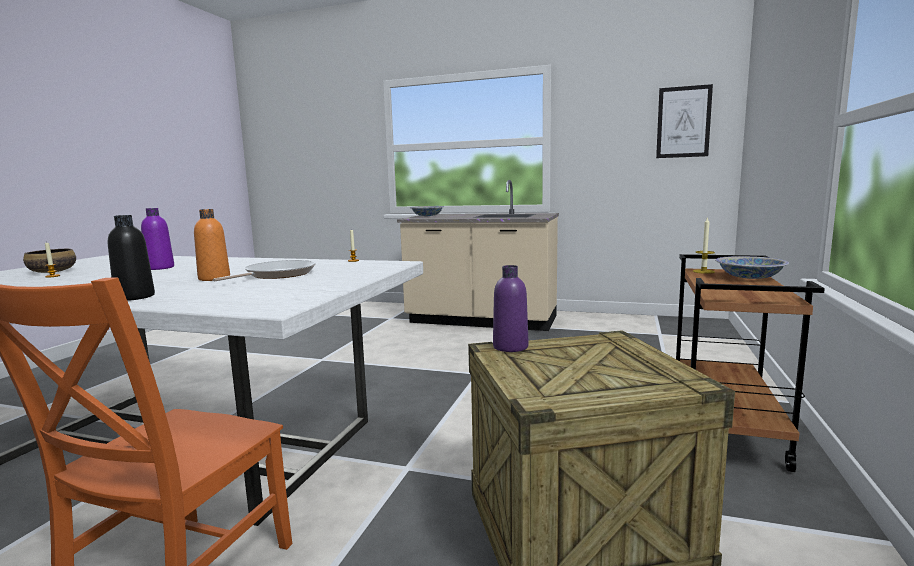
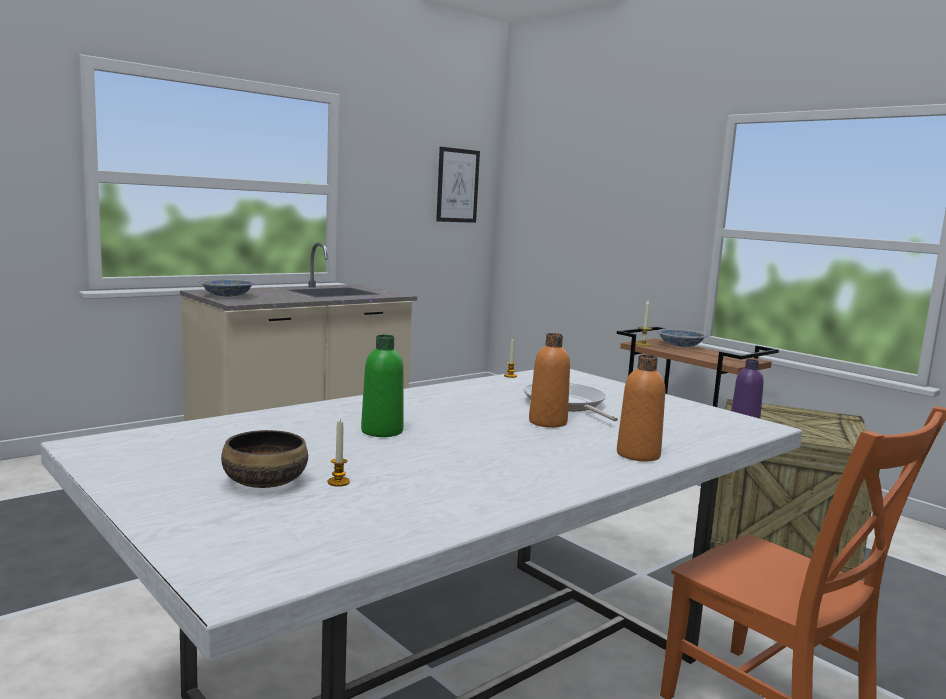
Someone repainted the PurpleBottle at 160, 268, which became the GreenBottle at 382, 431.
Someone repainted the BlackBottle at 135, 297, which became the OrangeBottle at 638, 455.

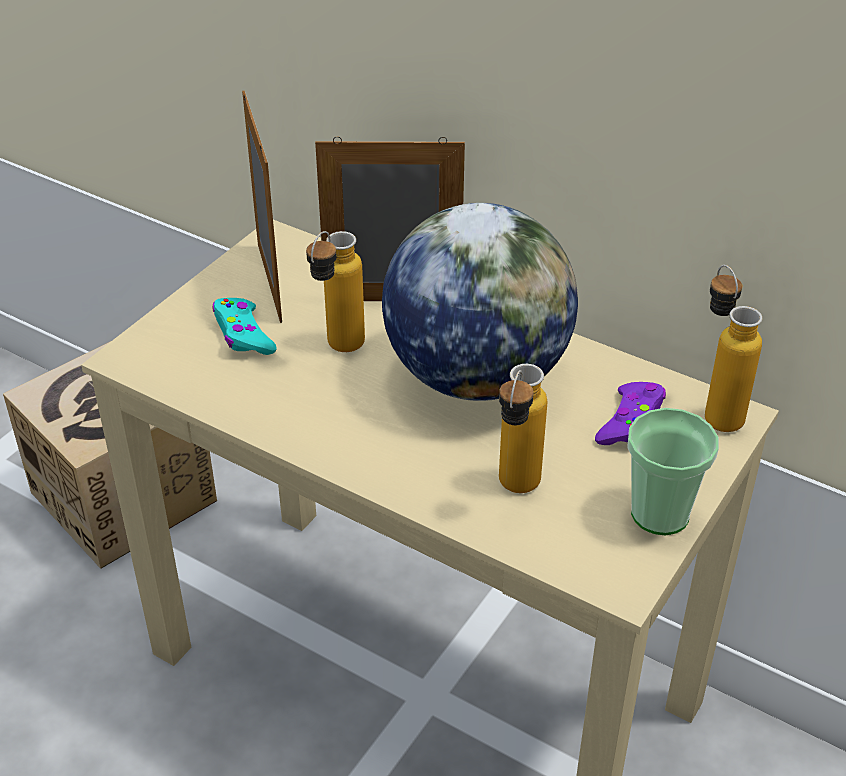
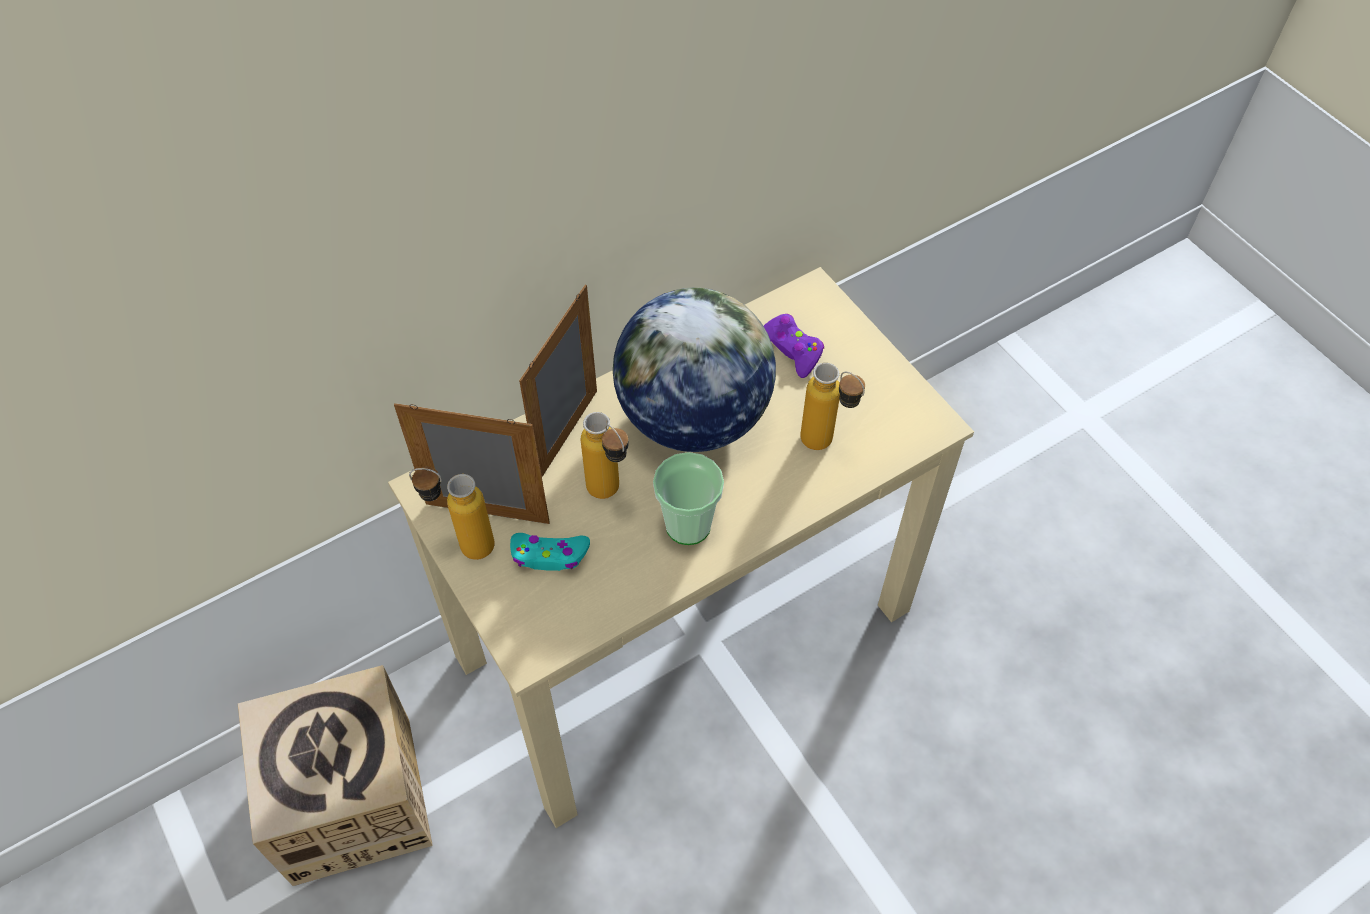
Someone carried the Bottle from 715, 410 to 463, 545.
Someone carried the Cup from 660, 514 to 688, 525.

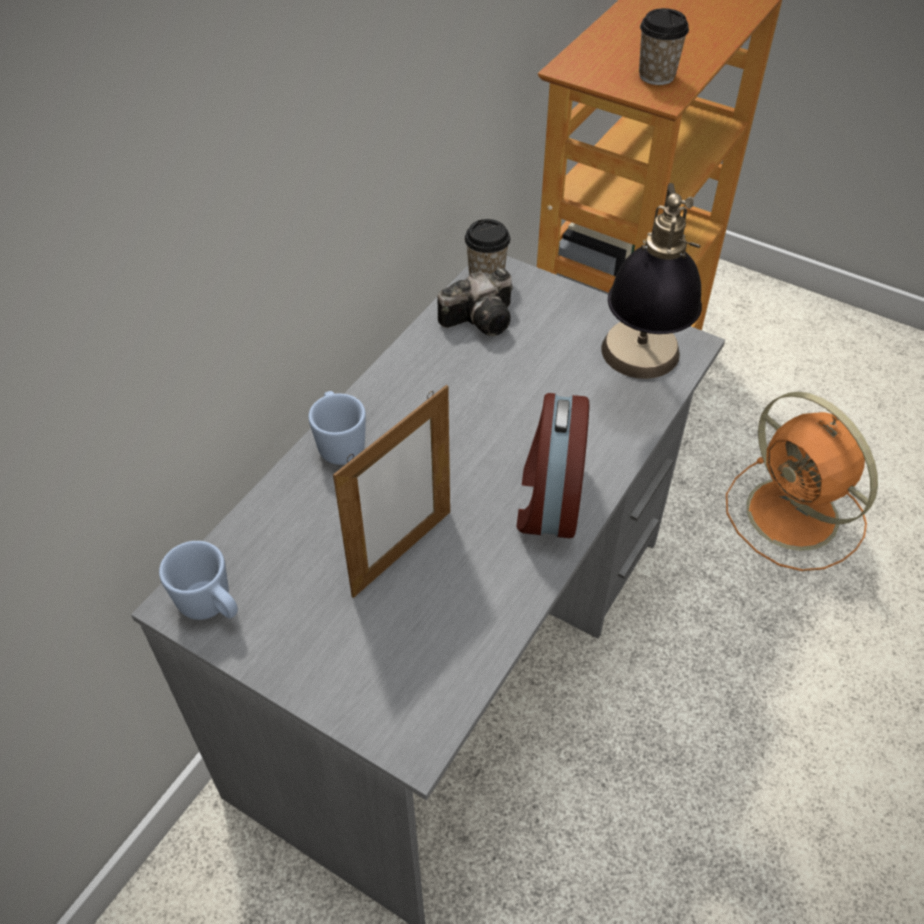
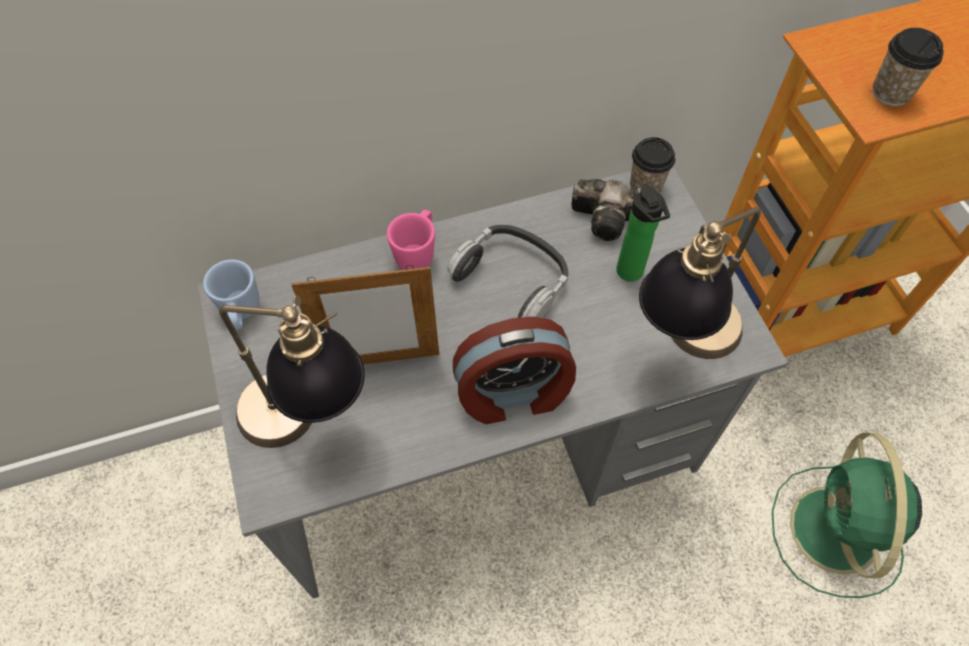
Someone repainted the BlueMug at 339, 443, which became the PinkMug at 417, 252.
Someone repainted the OrangeFan at 795, 517, which became the GreenFan at 834, 534.
Someone rotated the AlarmClock at 548, 499 by 150 degrees counterclockwise.
Someone put down the Bottle at 631, 274.
Someone put down the Headphones at 512, 279.
Someone put down the TableLamp at 308, 422.

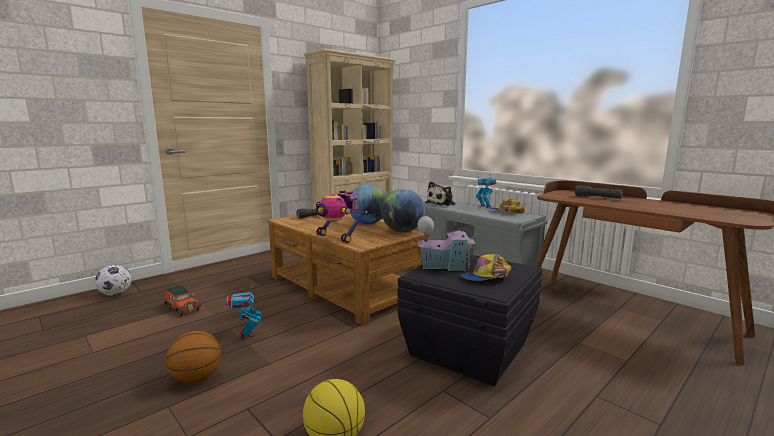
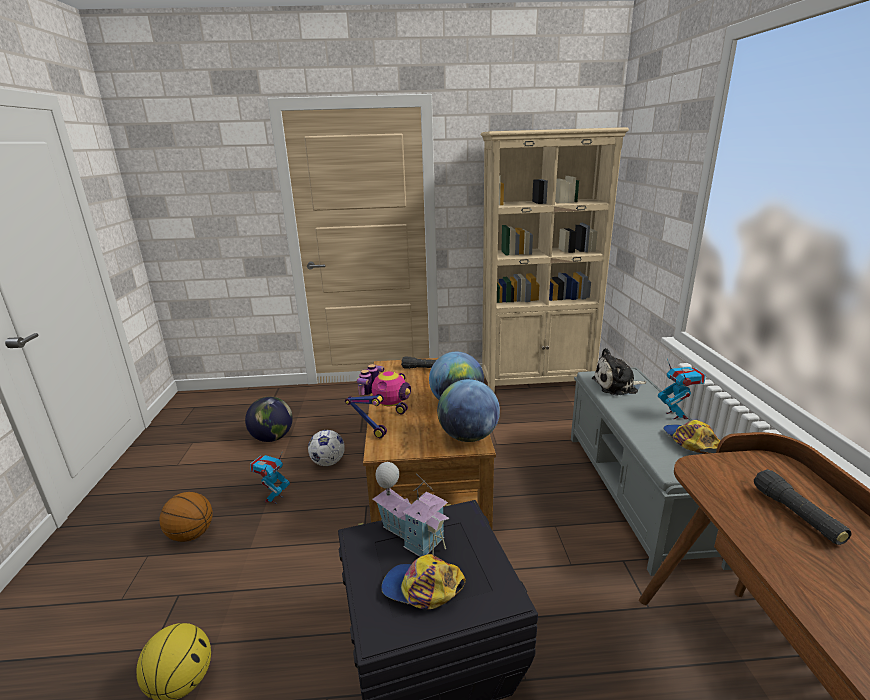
Someone rotated the ToyRobot at 338, 237 by 150 degrees counterclockwise.
Someone carried the Football from 115, 294 to 328, 462.
Someone swapped the ToyCar at 182, 308 for the Globe at 273, 438.

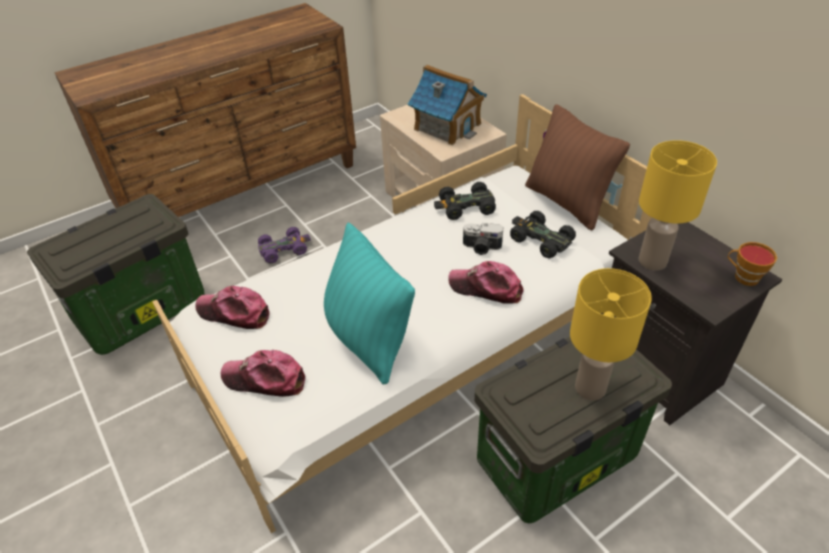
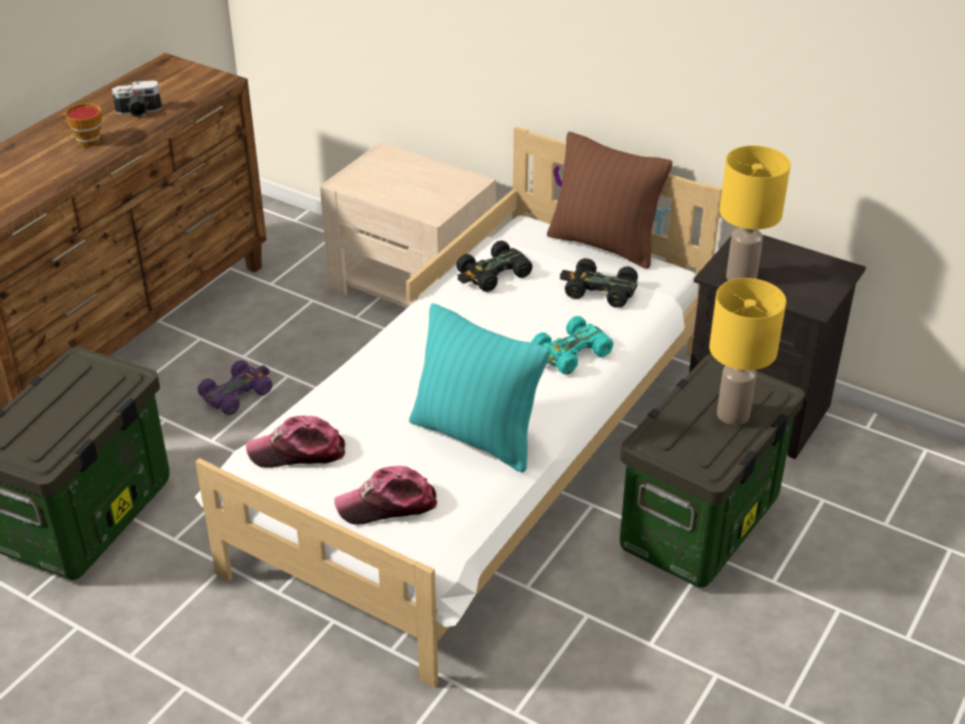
Someone took away the ToyHouse at 447, 126.
Someone carried the PhotoCamera from 481, 248 to 139, 112.
Someone carried the Cup from 743, 277 to 85, 141.
Someone swapped the Cap at 486, 288 for the TurquoiseToyCar at 570, 354.

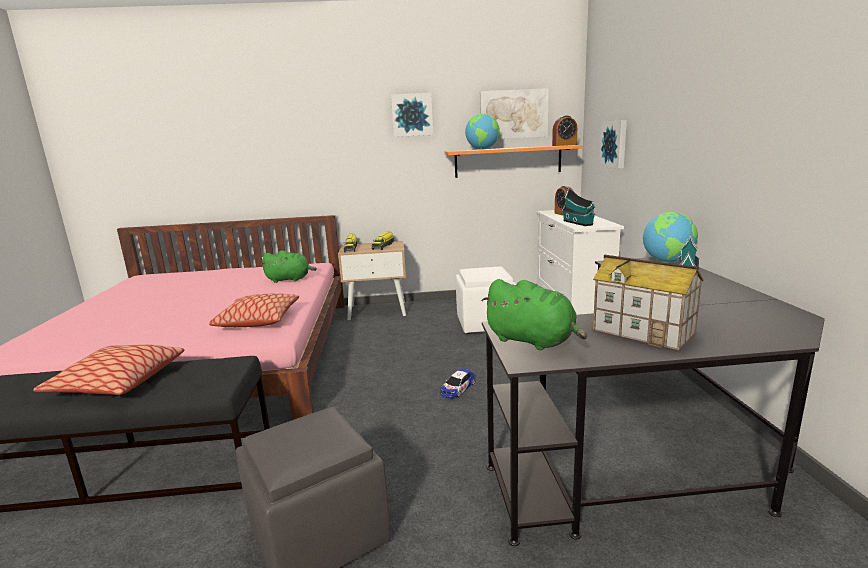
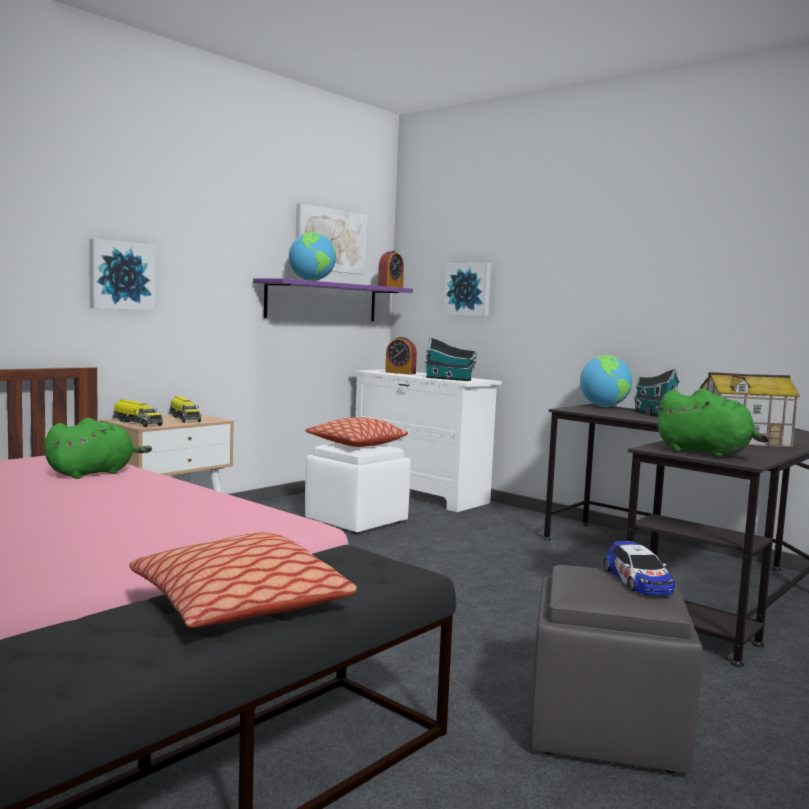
Someone carried the Picture from 412, 115 to 121, 275.
Someone repainted the OrangeShelf at 508, 161, which became the PurpleShelf at 322, 301.
Someone rotated the GreenPlushToy at 533, 341 by 45 degrees clockwise.
Someone carried the Pillow from 258, 320 to 356, 444.
Someone carried the ToyCar from 457, 388 to 638, 580.

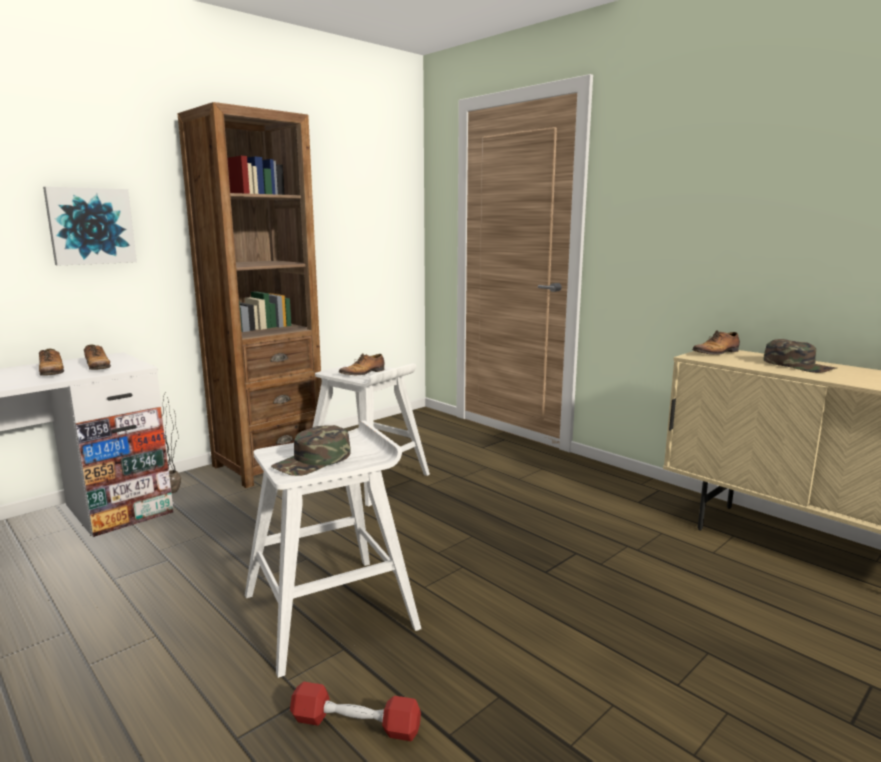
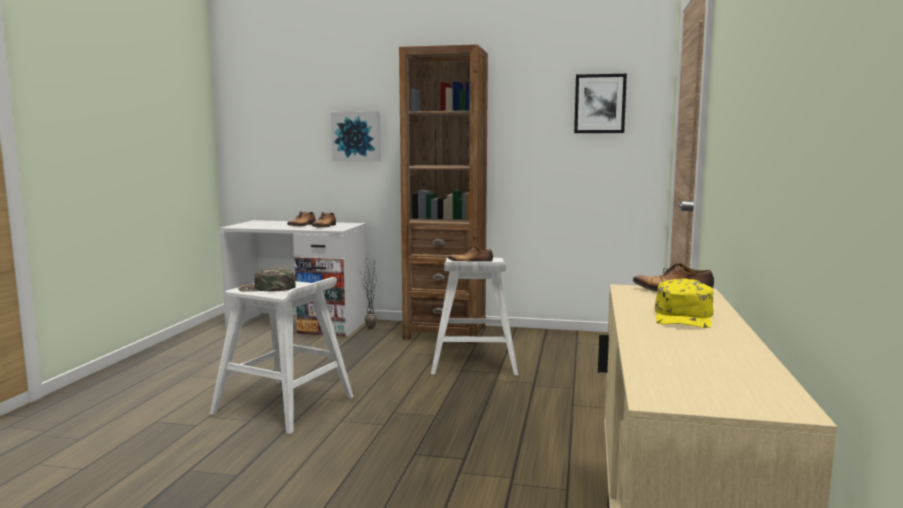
Someone repainted the GreenCap at 798, 365, which became the YellowCap at 684, 317.
Someone took away the RedDumbbell at 356, 724.
Someone put up the Picture at 600, 104.

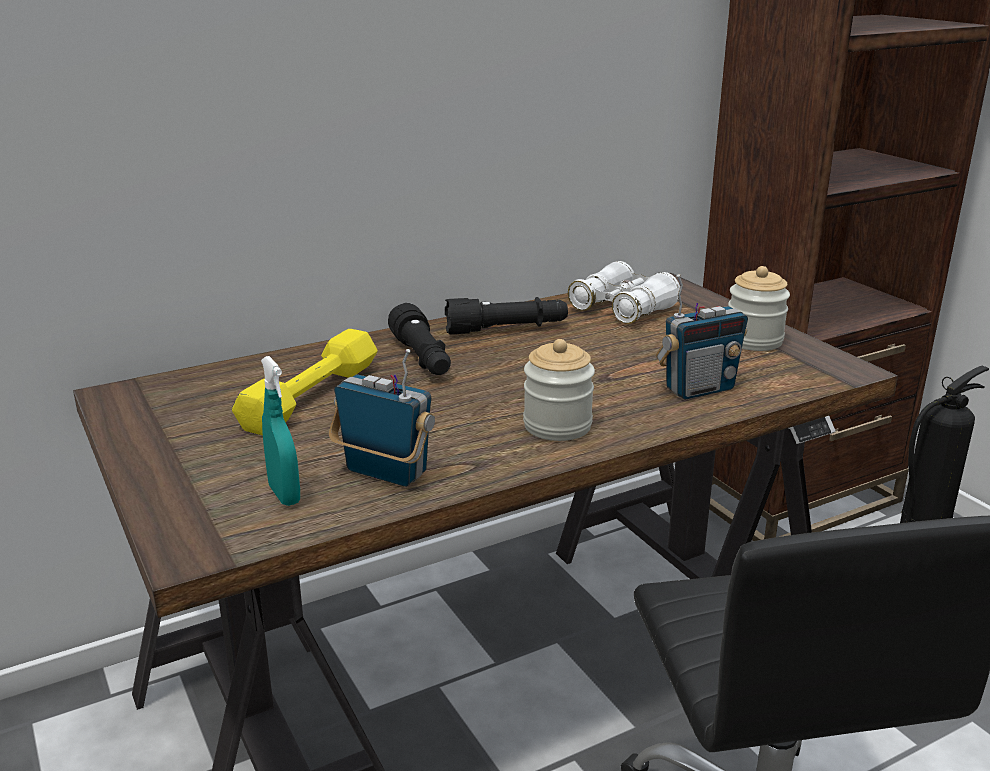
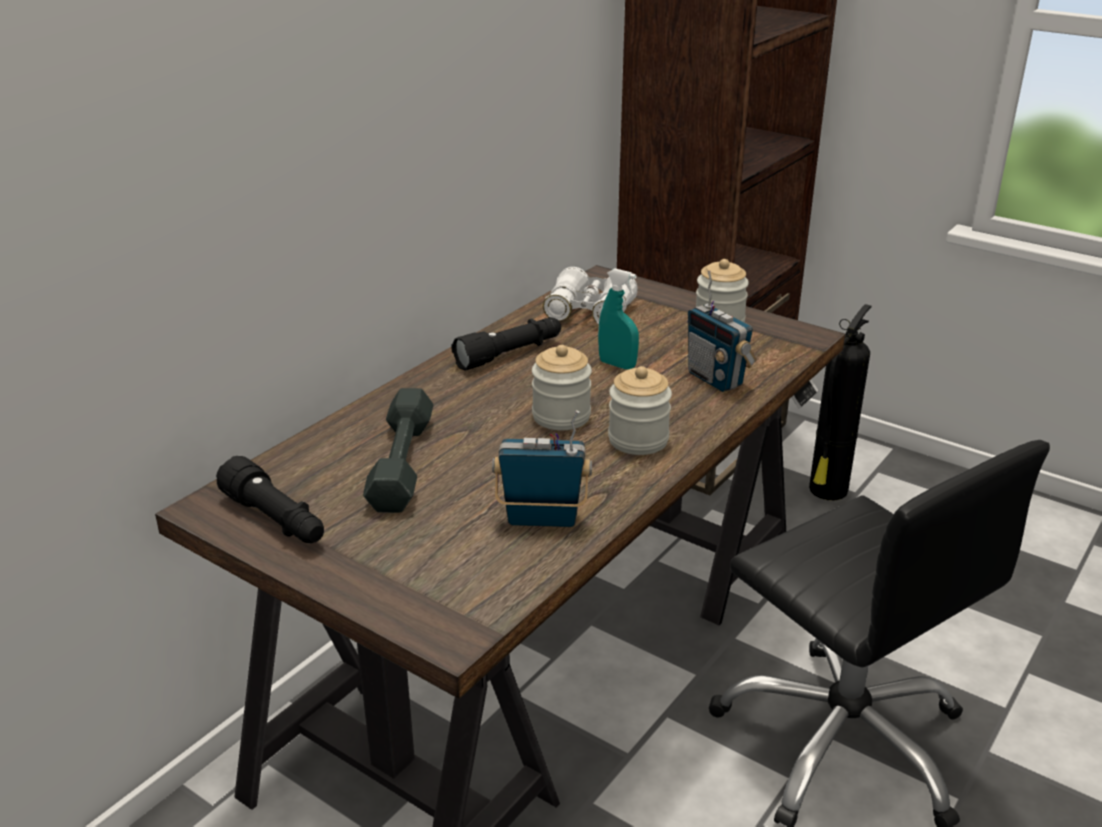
Someone rotated the Radio at 699, 389 by 105 degrees clockwise.
Someone carried the BlackFlashlight from 422, 358 to 276, 520.
Someone repainted the YellowDumbbell at 310, 396, which became the GreyDumbbell at 401, 463.
Someone carried the TurquoiseSprayBottle from 284, 495 to 617, 365.
Someone put down the Jar at 561, 416.

